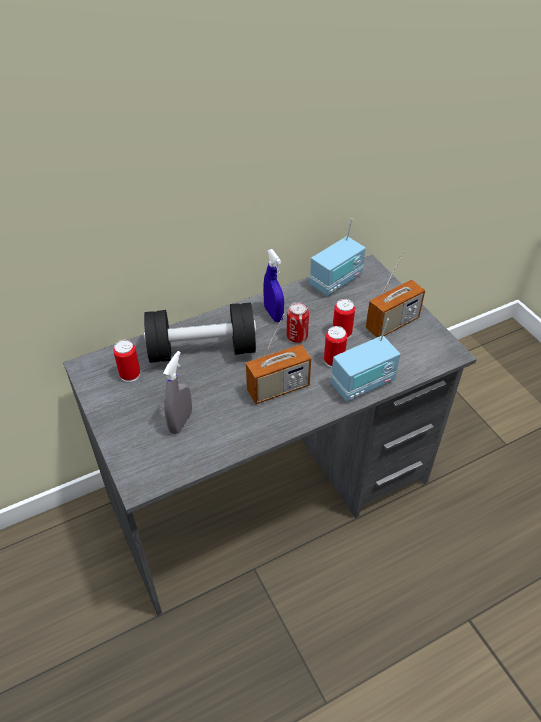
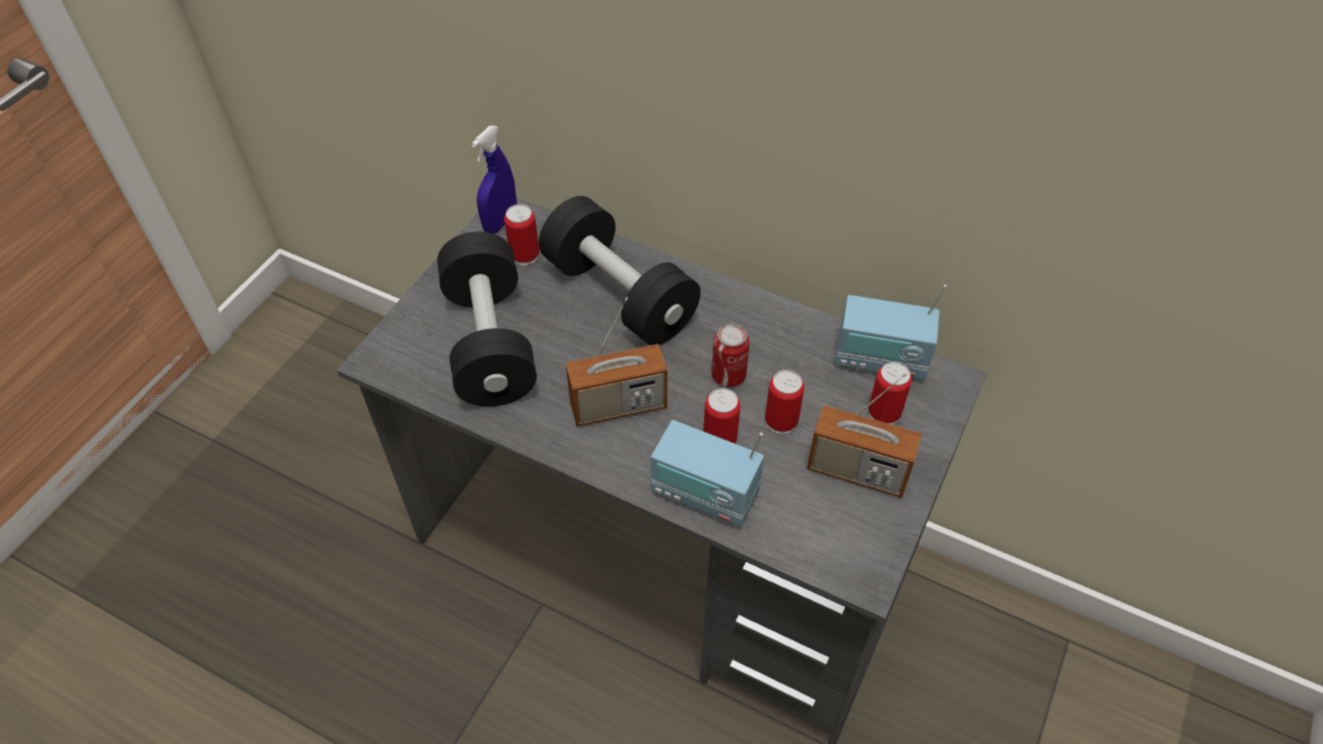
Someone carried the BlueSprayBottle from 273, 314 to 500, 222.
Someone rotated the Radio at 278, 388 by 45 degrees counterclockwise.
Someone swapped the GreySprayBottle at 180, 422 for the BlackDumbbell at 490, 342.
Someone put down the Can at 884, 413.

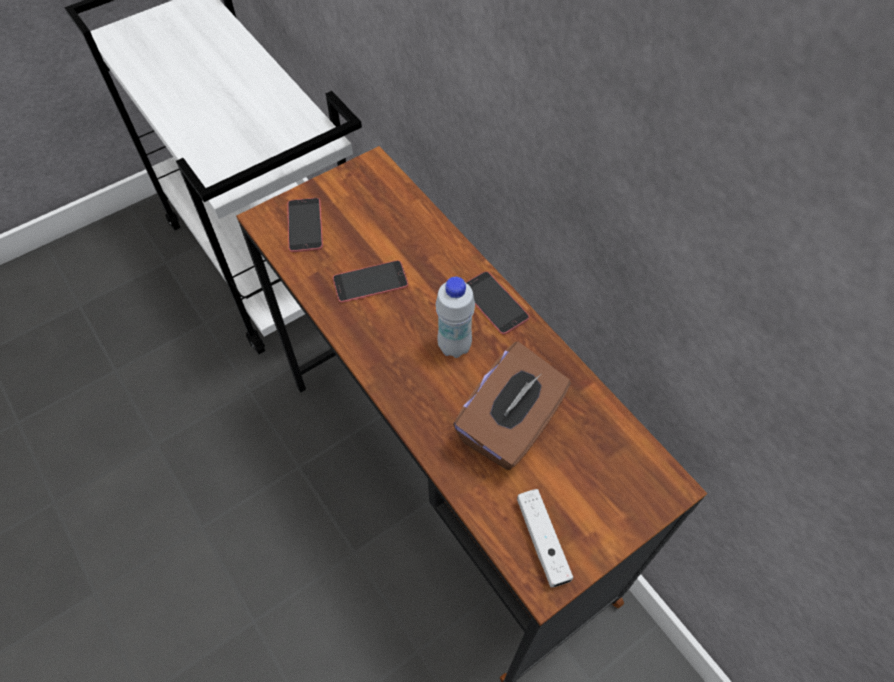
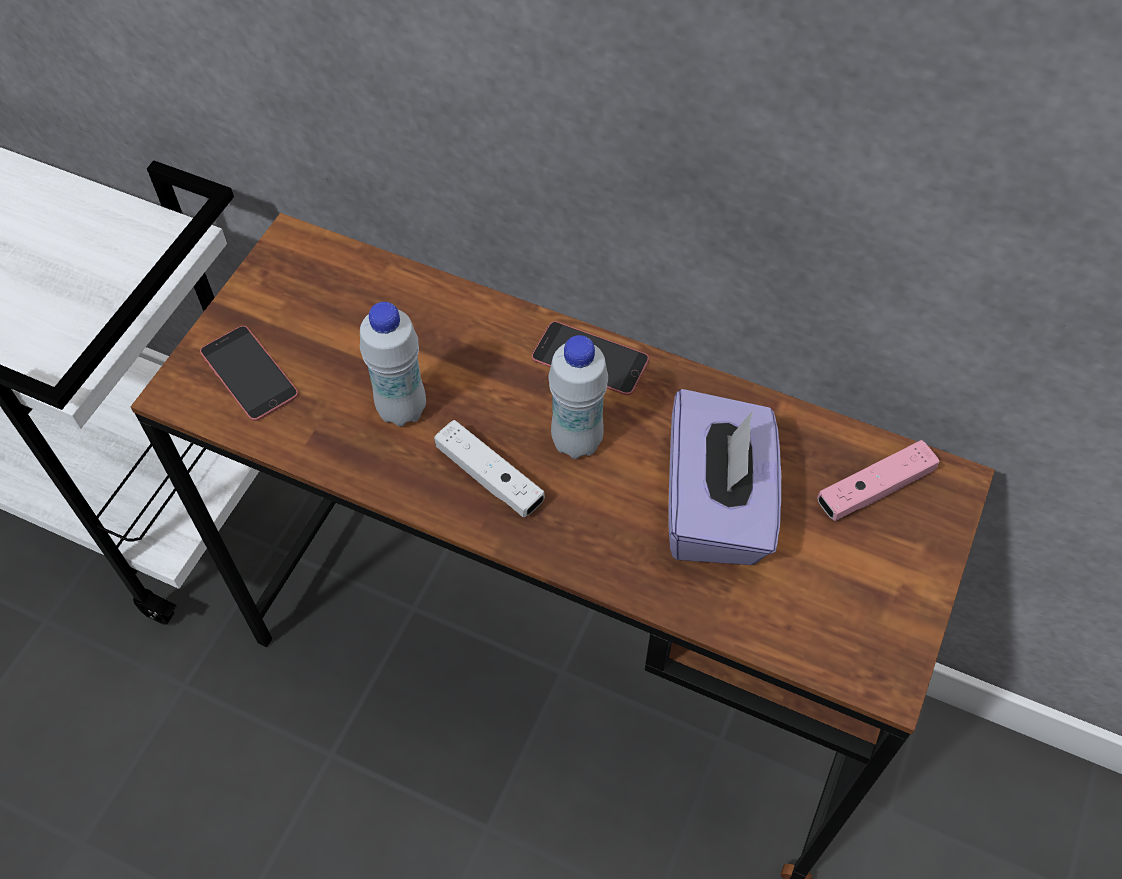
Someone swapped the Phone at 370, 282 for the WhiteBottle at 402, 409.
Someone repainted the BrownTissueBox at 510, 425, which became the PurpleTissueBox at 716, 507.
Someone carried the WhiteGameController from 542, 541 to 489, 477.
Someone put down the PinkGameController at 874, 489.

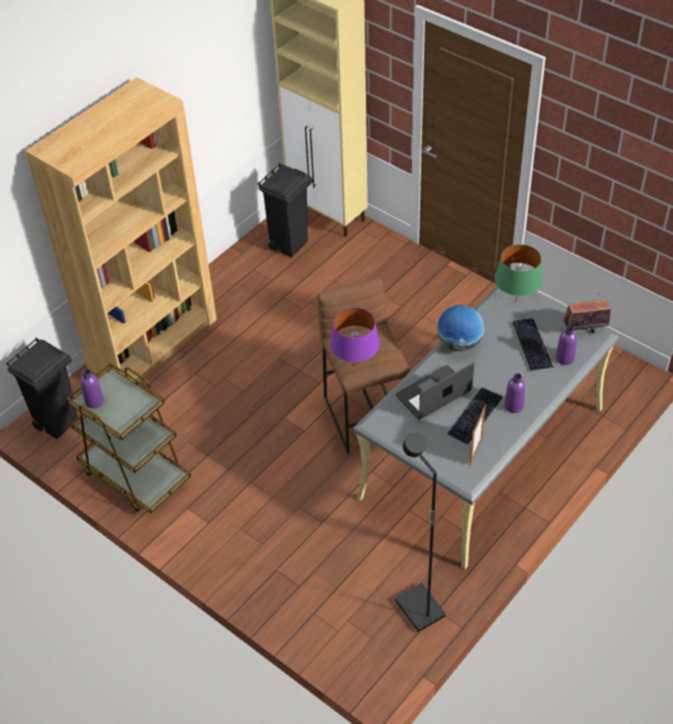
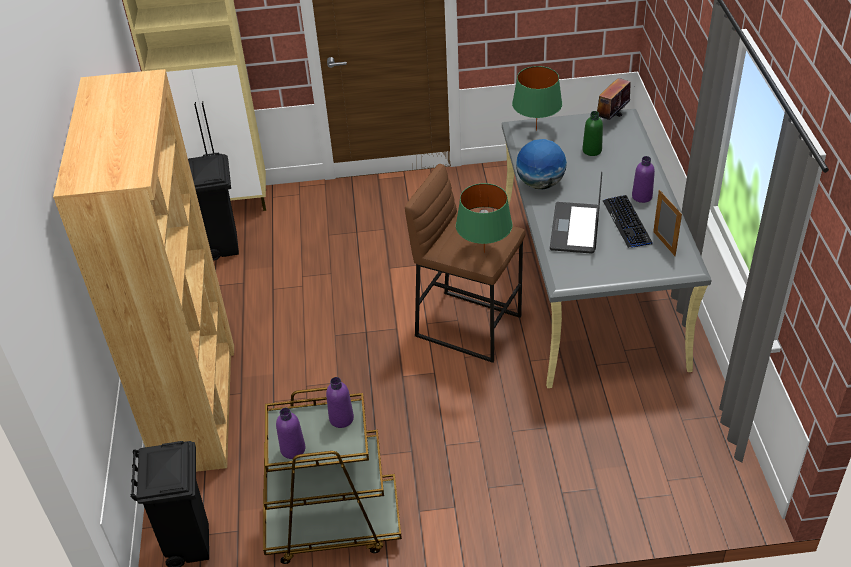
Someone repainted the PurpleTableLamp at 355, 365, which became the GreenTableLamp at 484, 252.
Someone swapped the Keyboard at 532, 345 for the GreenBottle at 592, 150.
Someone carried the PurpleBottle from 564, 358 to 341, 418.
Someone took away the BlackFloorLamp at 418, 609.

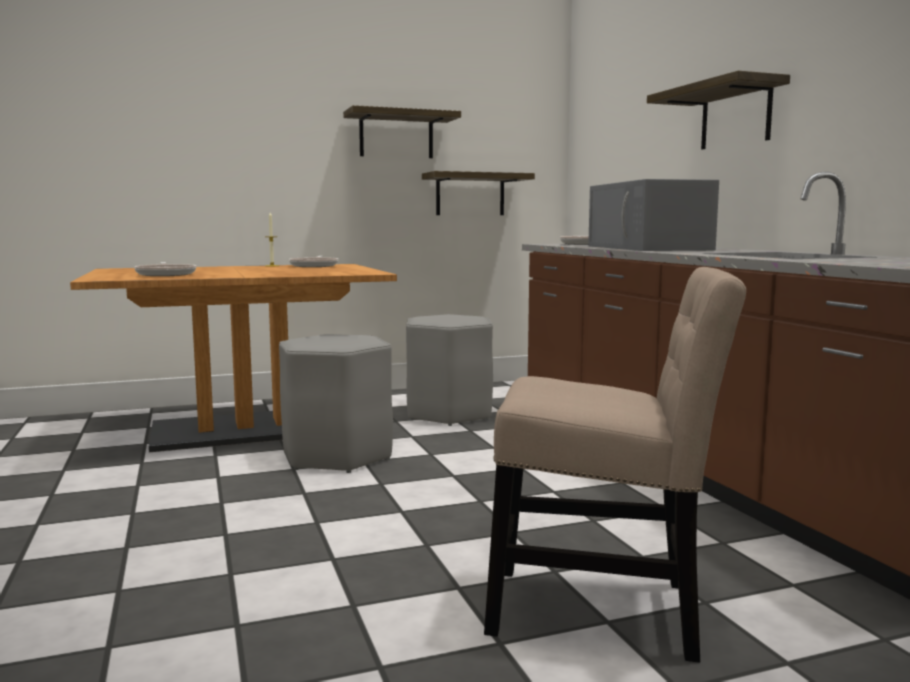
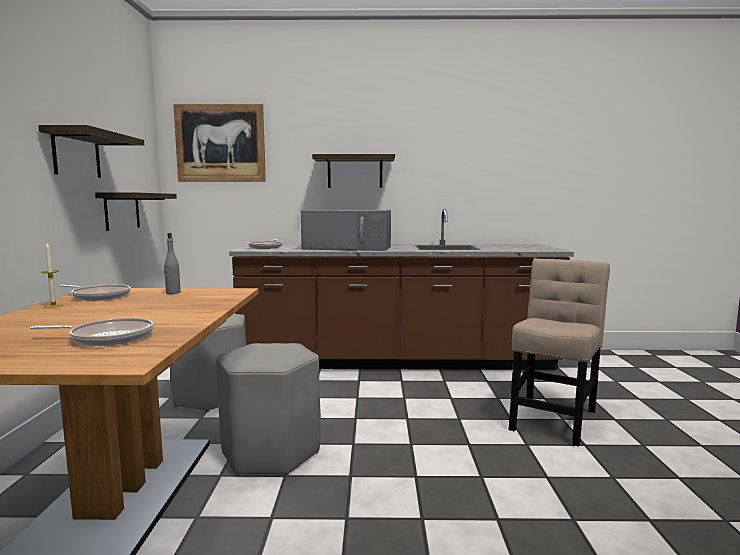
Someone put up the Picture at 220, 143.
Someone put down the GreyBottle at 173, 293.

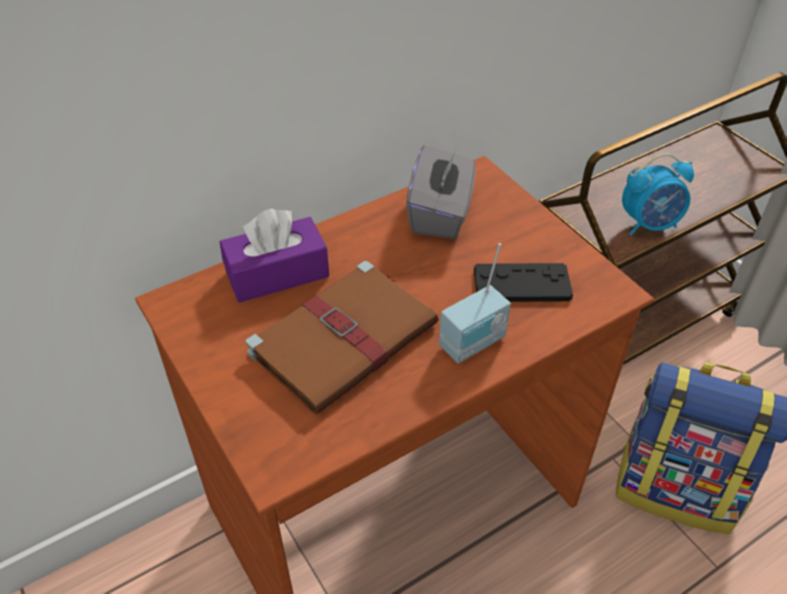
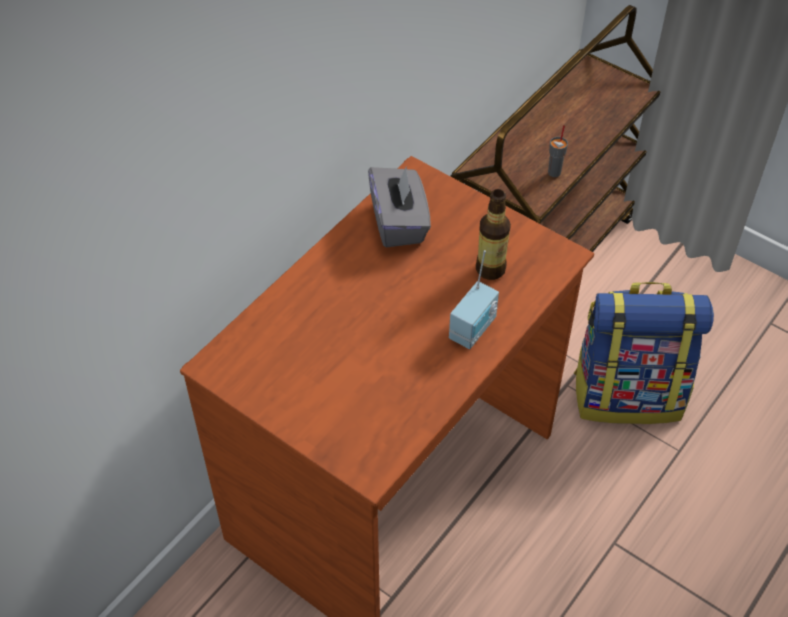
Someone swapped the AlarmClock at 649, 224 for the GreyCup at 554, 172.
Someone took away the PurpleTissueBox at 277, 274.
Someone took away the BrownBook at 346, 337.
Someone swapped the BlackGameController at 522, 284 for the Bottle at 490, 269.

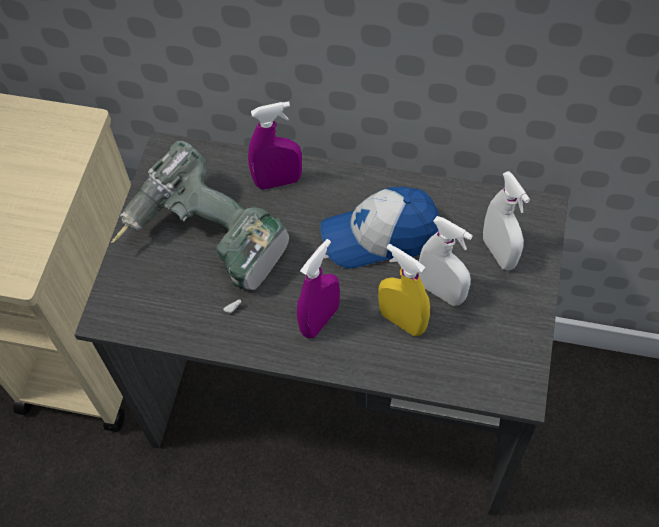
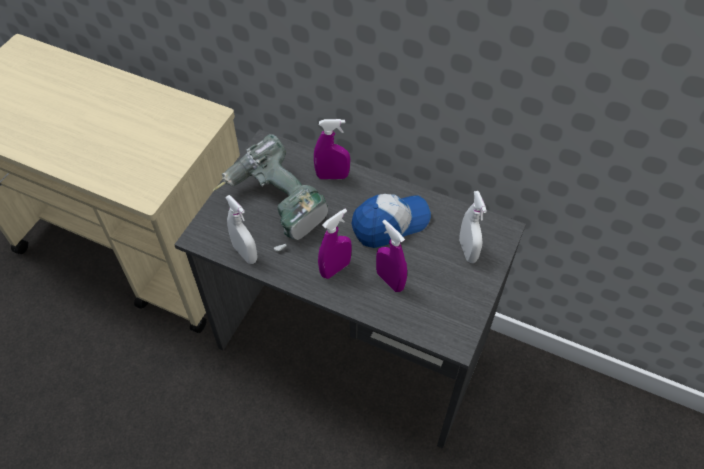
Someone rotated the Cap at 379, 236 by 150 degrees clockwise.
Someone carried the WhiteSprayBottle from 441, 292 to 245, 253.
Someone repainted the YellowSprayBottle at 402, 321, which became the PurpleSprayBottle at 390, 280.

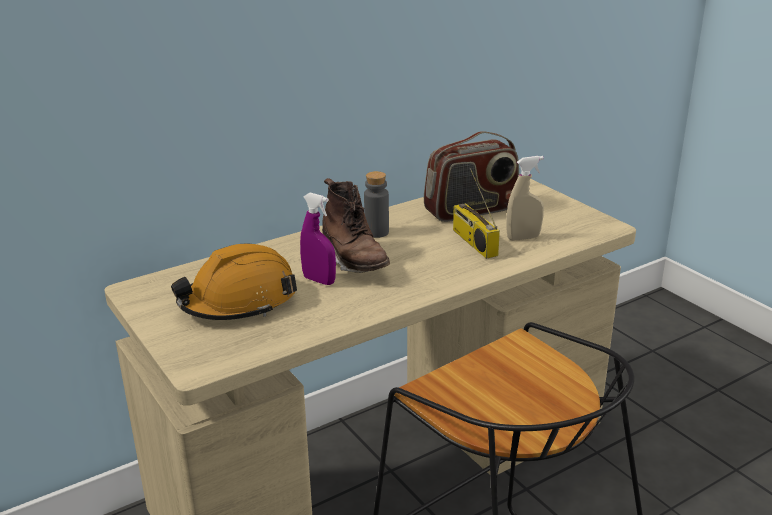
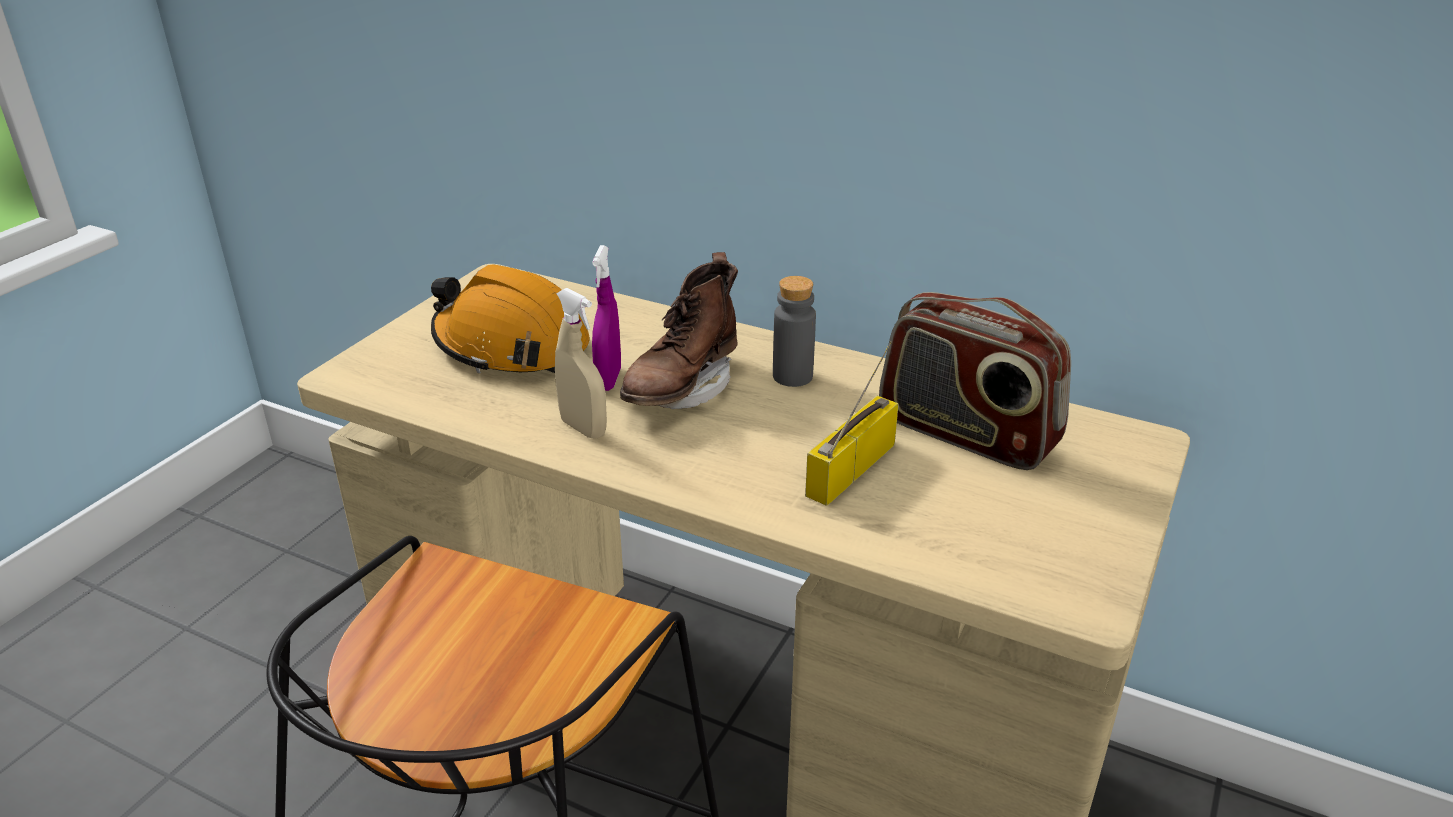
Someone carried the BeigeSprayBottle from 523, 238 to 583, 428.

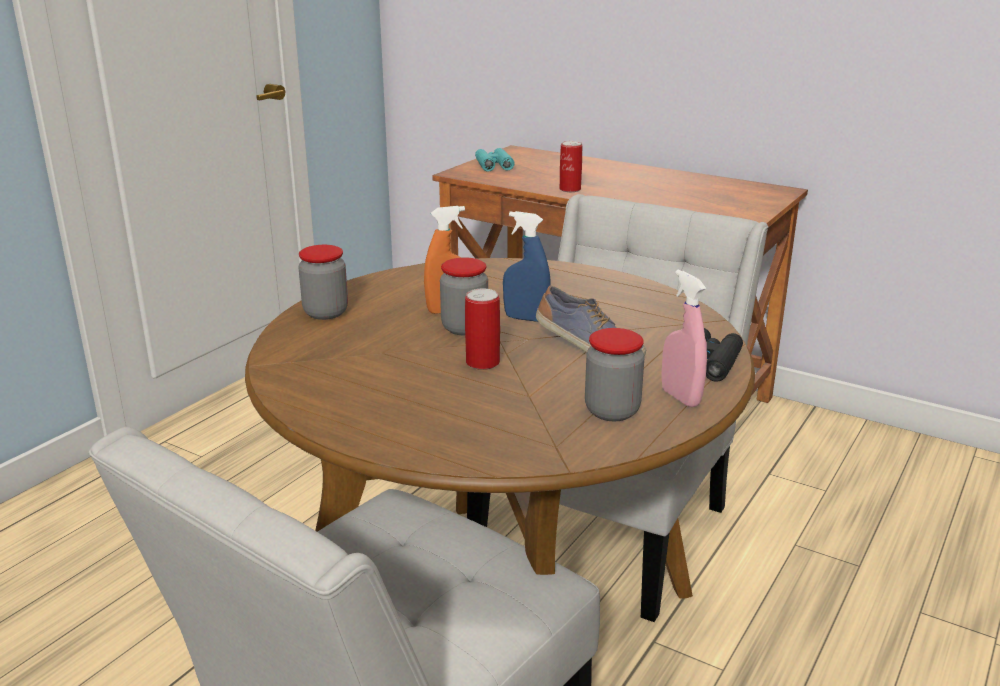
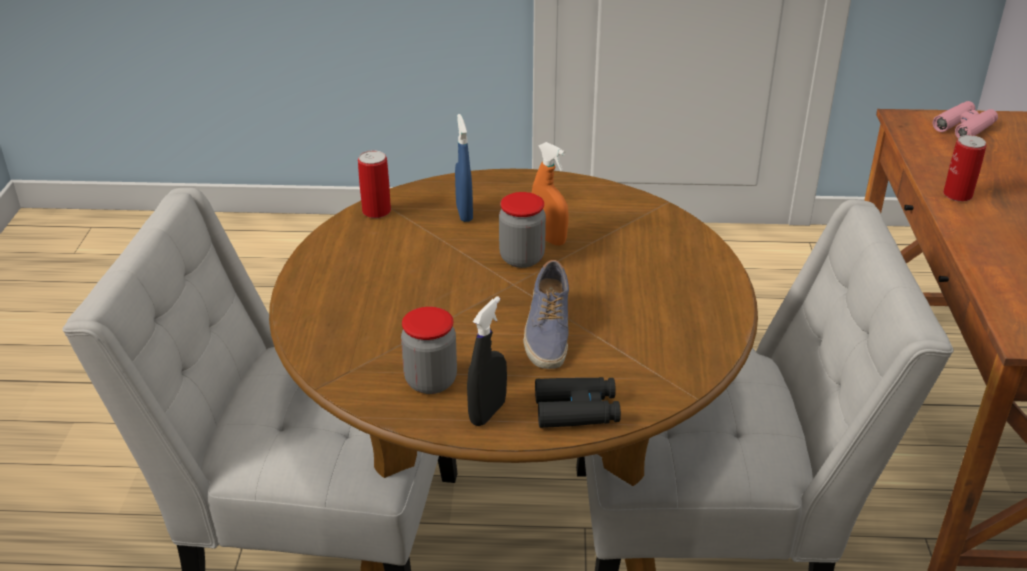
Someone repainted the TurquoiseBinoculars at 493, 165, which became the PinkBinoculars at 964, 127.
Someone carried the BlueSprayBottle from 526, 318 to 464, 213.
Someone took away the Jar at 326, 313.
Someone repainted the PinkSprayBottle at 680, 397, which became the BlackSprayBottle at 487, 412.
Someone carried the Can from 482, 362 to 376, 211.

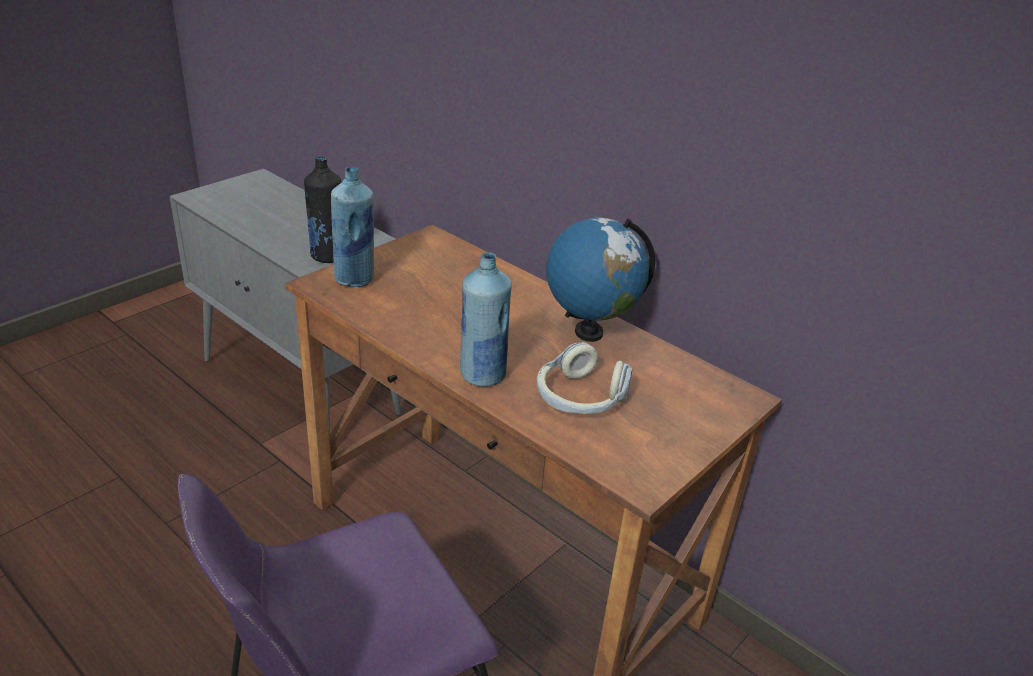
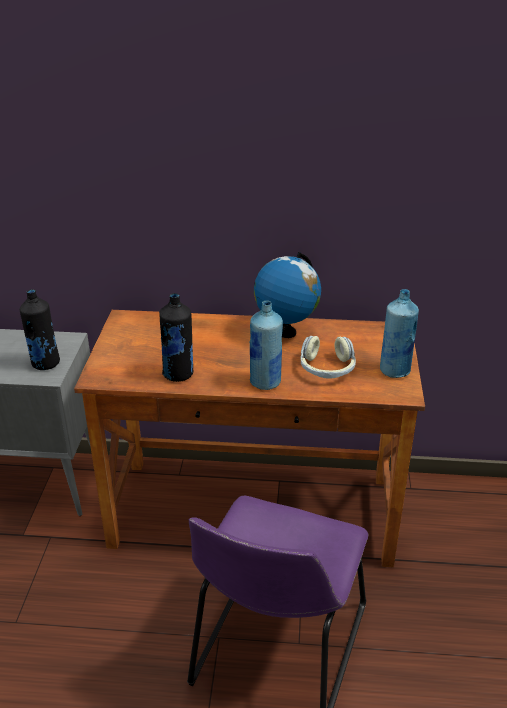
Someone carried the BlueBottle from 355, 279 to 394, 370.
Someone put down the BlackBottle at 178, 374.

